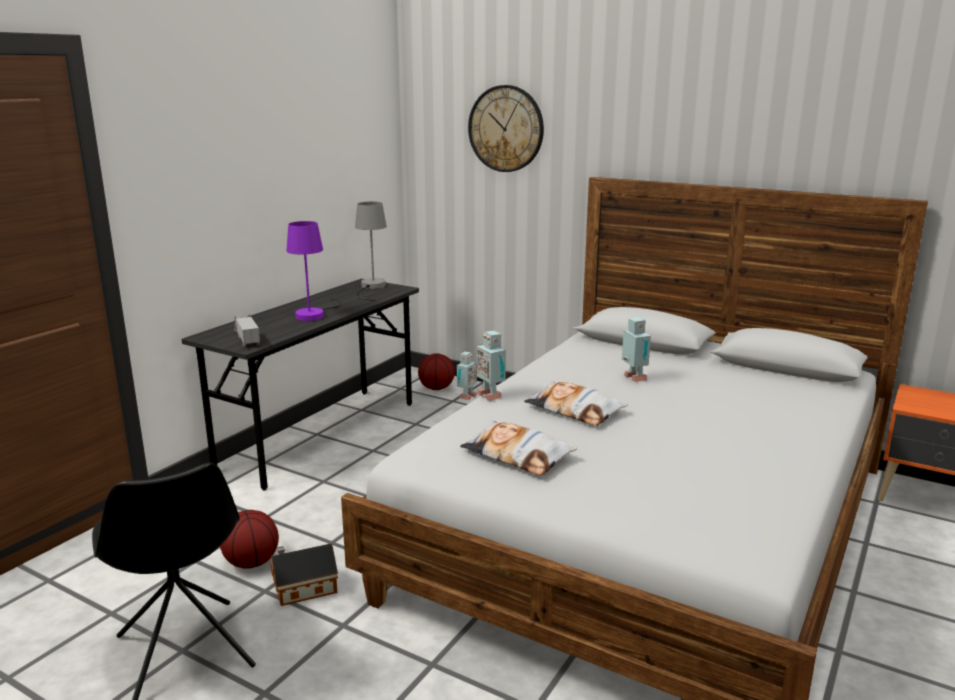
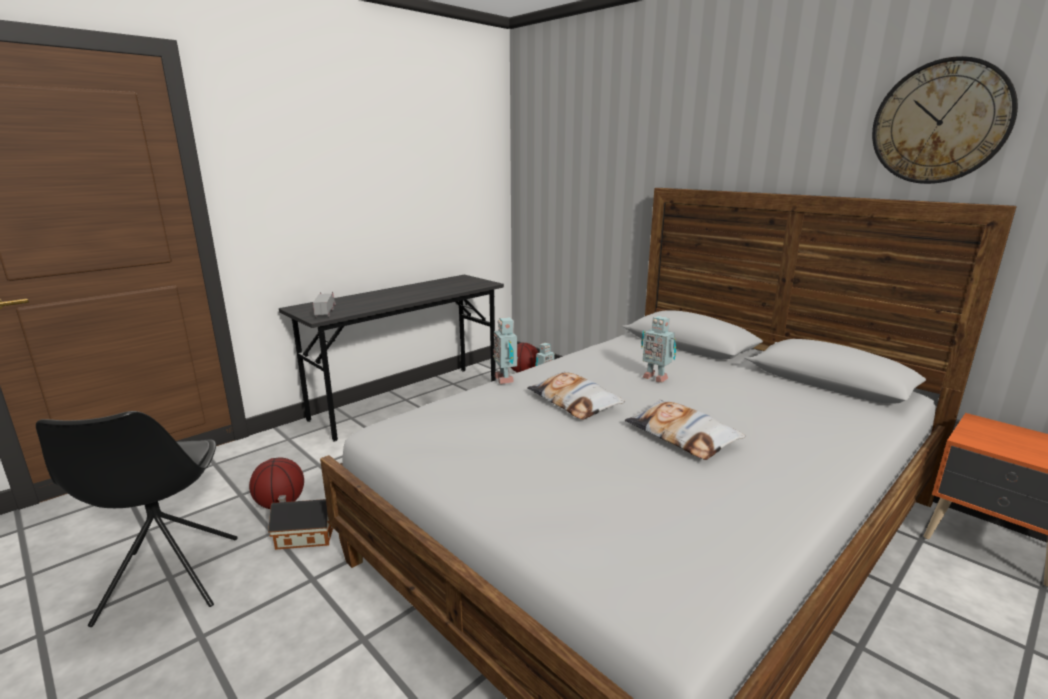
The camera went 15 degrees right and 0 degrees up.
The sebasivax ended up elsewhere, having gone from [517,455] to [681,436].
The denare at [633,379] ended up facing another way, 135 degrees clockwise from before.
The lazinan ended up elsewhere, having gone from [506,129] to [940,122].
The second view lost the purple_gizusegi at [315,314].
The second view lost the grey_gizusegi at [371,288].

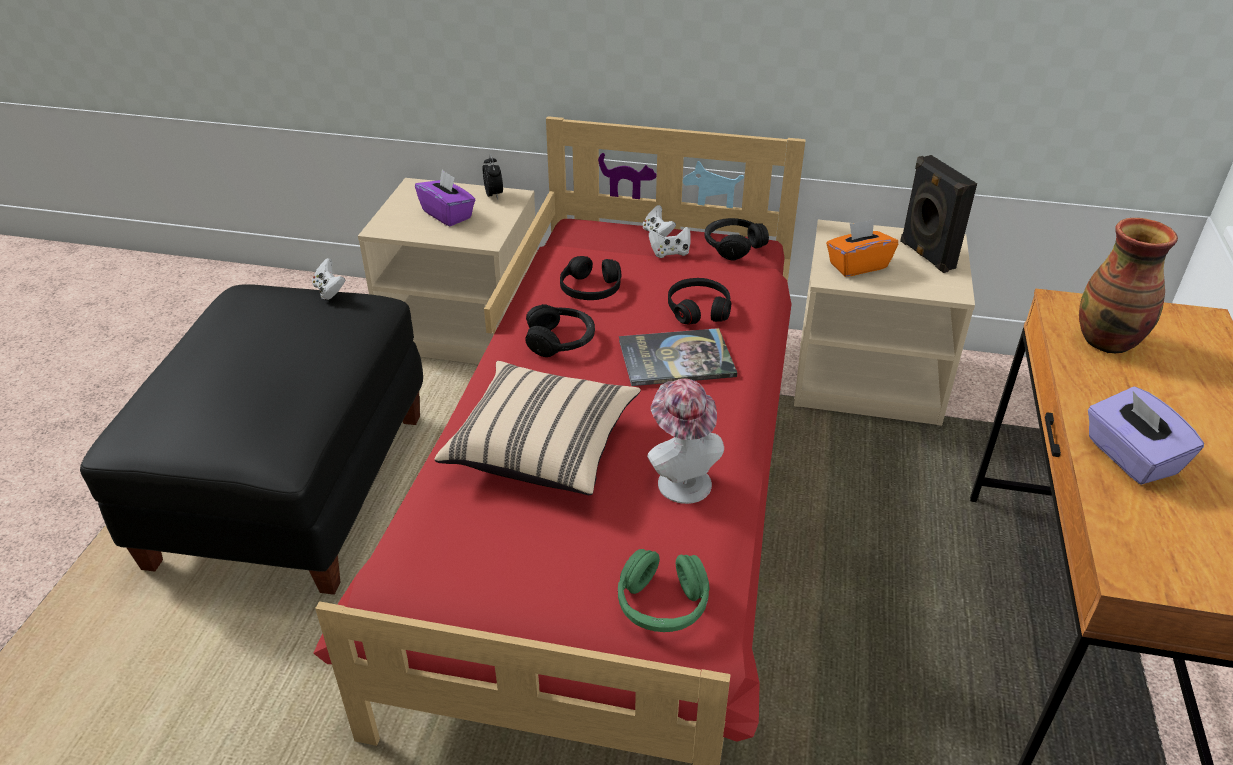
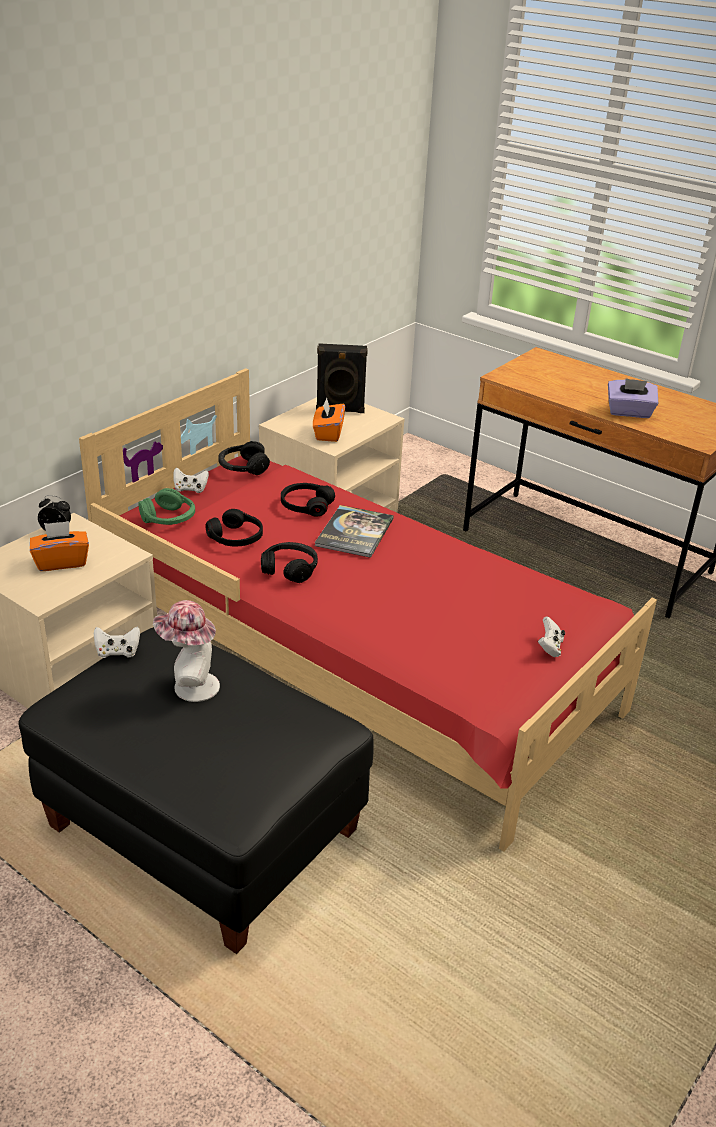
The camera went 65 degrees left and 5 degrees down.
What was the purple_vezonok at [448,214] turned into the orange_vezonok at [61,562].
The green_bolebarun ended up elsewhere, having gone from [662,604] to [169,518].
The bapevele ended up elsewhere, having gone from [680,479] to [190,686].
The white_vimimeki ended up elsewhere, having gone from [670,253] to [549,647].
The second view lost the beige_sebasivax at [543,448].
The second view lost the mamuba at [1108,341].

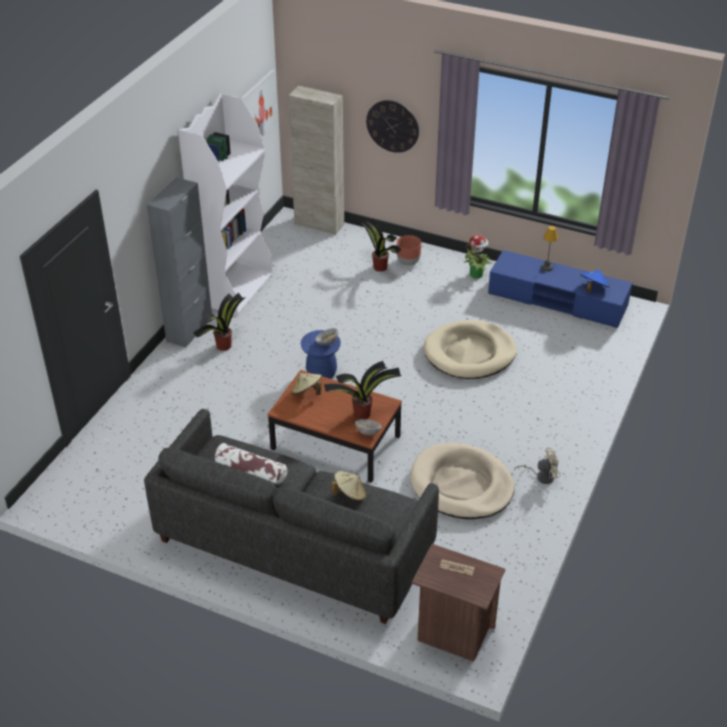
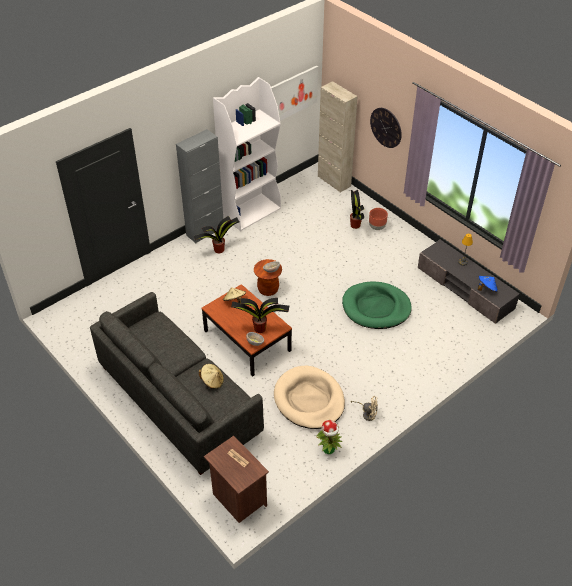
The camera went 25 degrees right and 5 degrees up.
What was the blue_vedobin at [321,374] turned into the brown_vedobin at [268,289].
The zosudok ended up elsewhere, having gone from [476,274] to [329,449].
What was the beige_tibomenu at [469,353] turned into the green_tibomenu at [376,307].
What was the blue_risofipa at [557,300] turned into the grey_risofipa at [465,288].
The second view lost the sebasivax at [251,470].

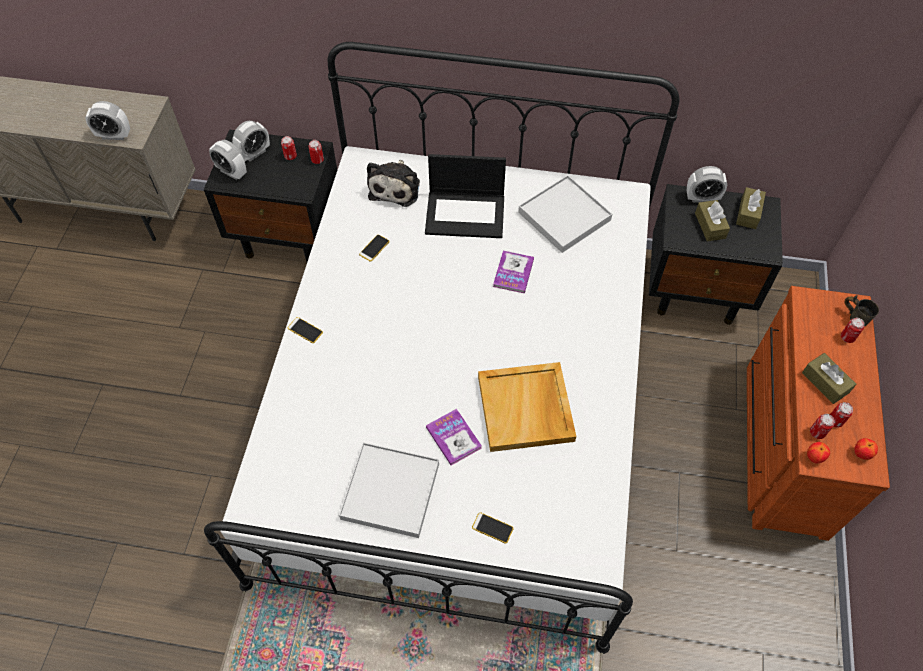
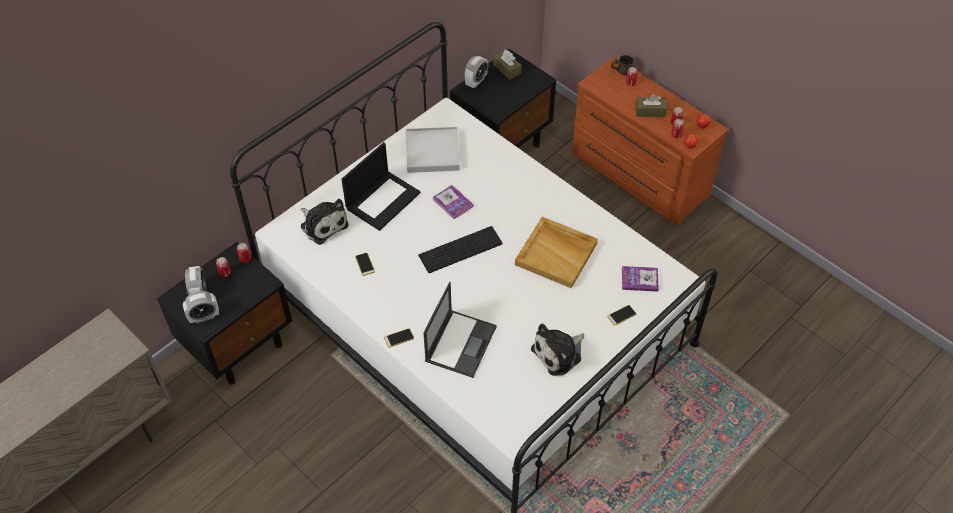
The camera went 55 degrees left and 5 degrees down.
The second view gained the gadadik at [460,248].
The second view gained the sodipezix at [461,343].
Where the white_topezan stood at [390,491], the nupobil came to stand at [559,353].
The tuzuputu ended up elsewhere, having gone from [453,437] to [639,279].
The second view lost the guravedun at [114,135].
The second view lost the brown_vezonok at [710,225].

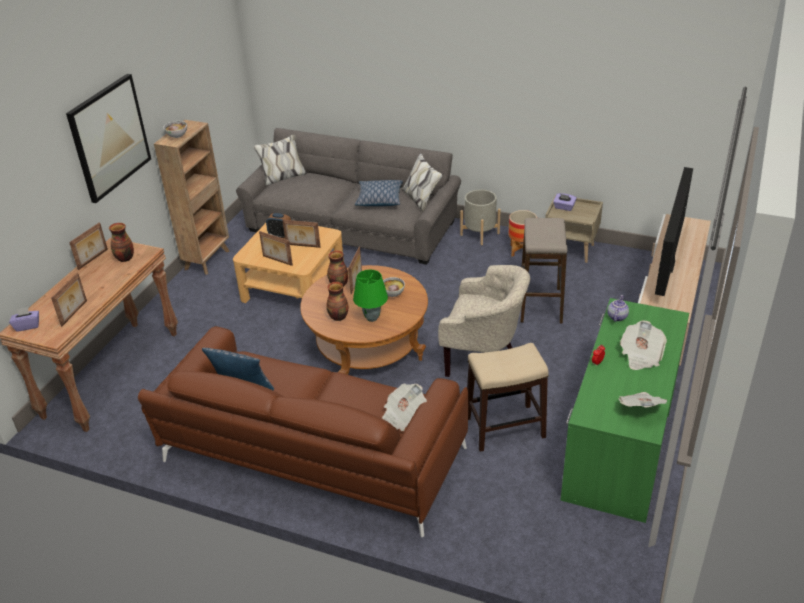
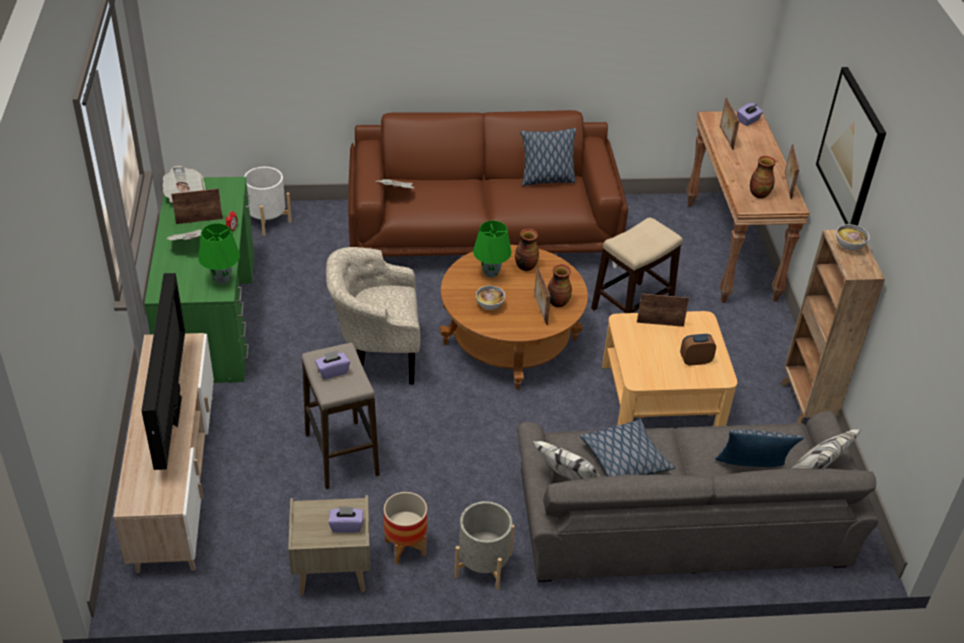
The camera went 150 degrees right and 5 degrees up.
The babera ended up elsewhere, having gone from [302,246] to [199,220].
Where the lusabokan stood at [616,316], the green_gizusegi came to stand at [222,280].
The second view gained the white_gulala at [267,220].
The second view gained the purple_vezonok at [332,371].
The vedobin ended up elsewhere, having gone from [505,427] to [631,308].
The second view gained the sebasivax at [751,470].

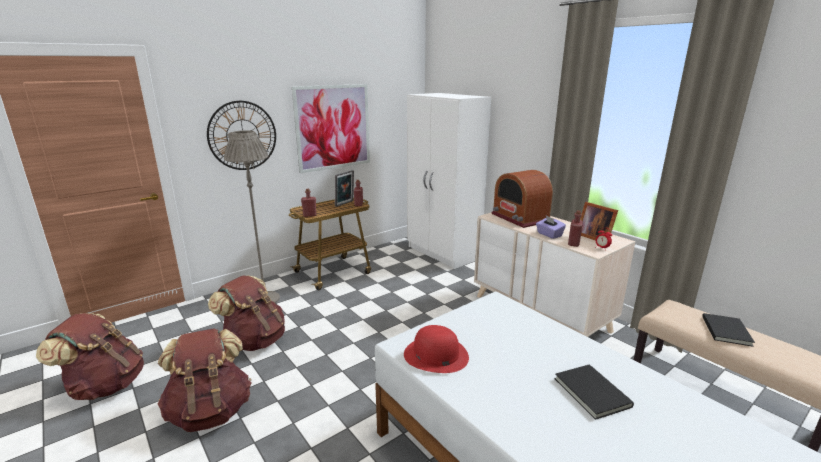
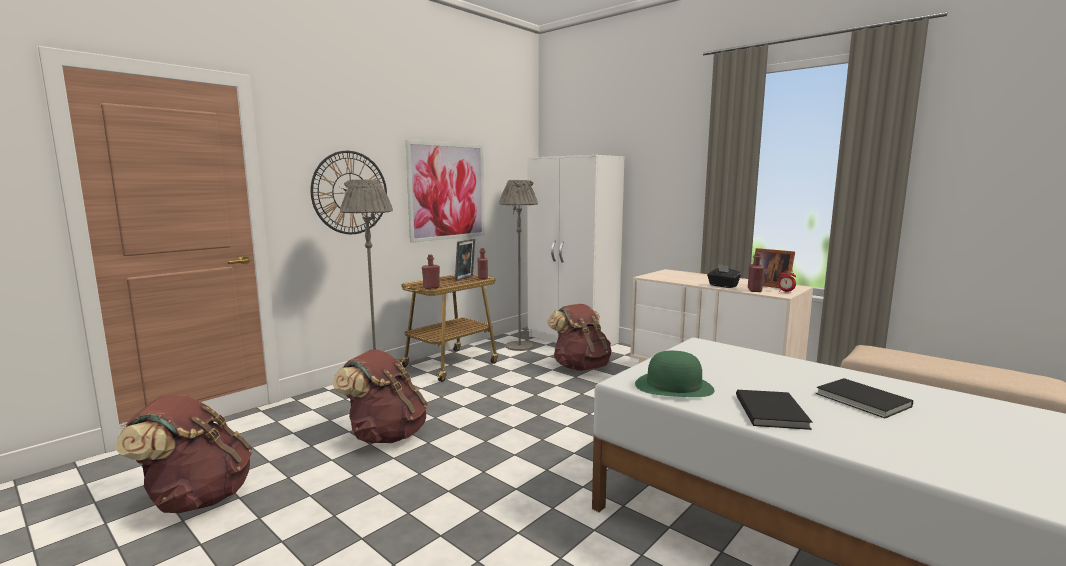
The camera went 10 degrees left and 10 degrees down.
The second view gained the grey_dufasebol at [519,346].
The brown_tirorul ended up elsewhere, having gone from [211,411] to [580,367].
What was the red_bapevele at [435,355] turned into the green_bapevele at [673,386].
What was the purple_vezonok at [549,235] turned into the black_vezonok at [723,286].
The black_tuzuputu ended up elsewhere, having gone from [727,330] to [773,411].
The second view lost the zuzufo at [520,218].

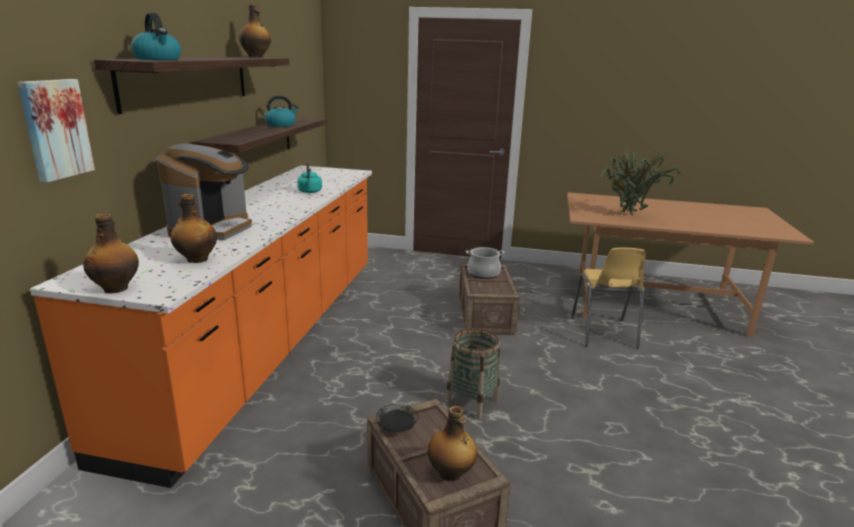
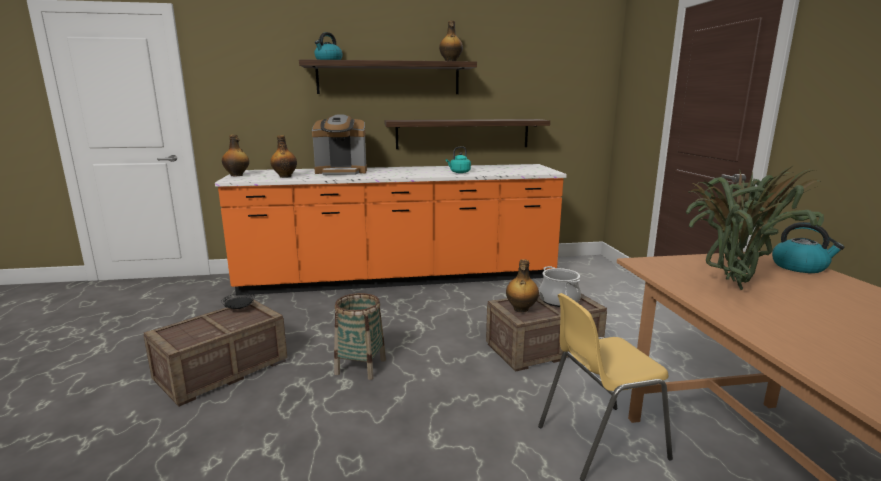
The camera went 70 degrees right and 5 degrees down.
The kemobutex ended up elsewhere, having gone from [450,474] to [521,309].
The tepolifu ended up elsewhere, having gone from [281,125] to [800,267].
The second view lost the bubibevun at [55,129].

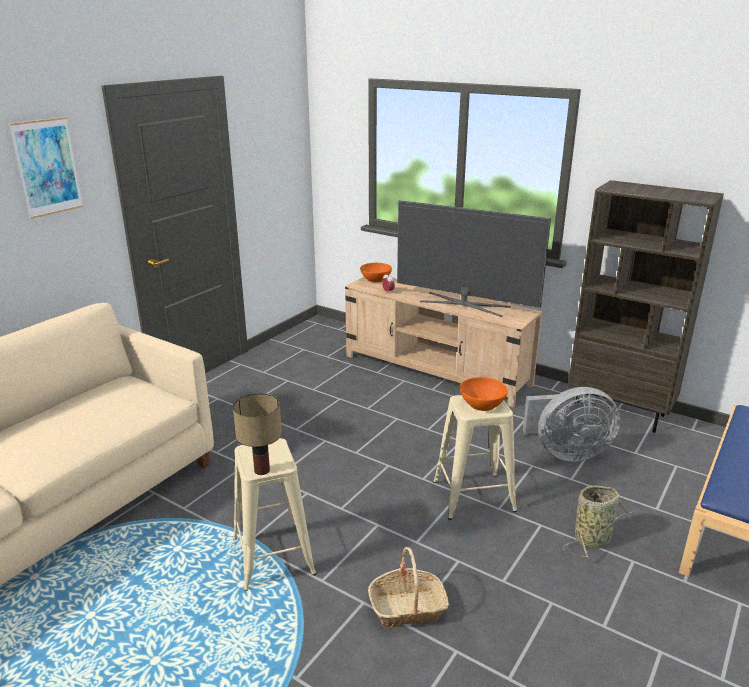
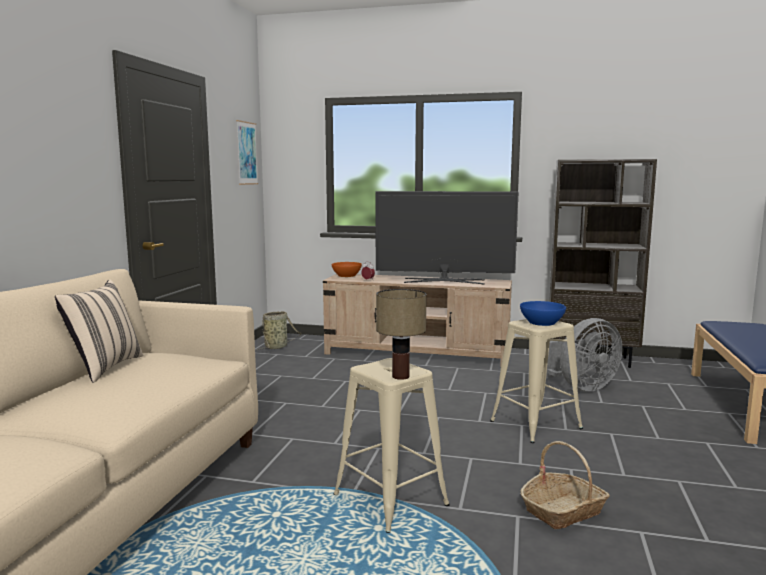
The camera went 20 degrees left and 15 degrees down.
The second view gained the beige_sebasivax at [104,368].
The bubibevun ended up elsewhere, having gone from [47,167] to [246,153].
The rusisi ended up elsewhere, having gone from [594,539] to [277,347].
What was the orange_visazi at [482,404] turned into the blue_visazi at [541,322].

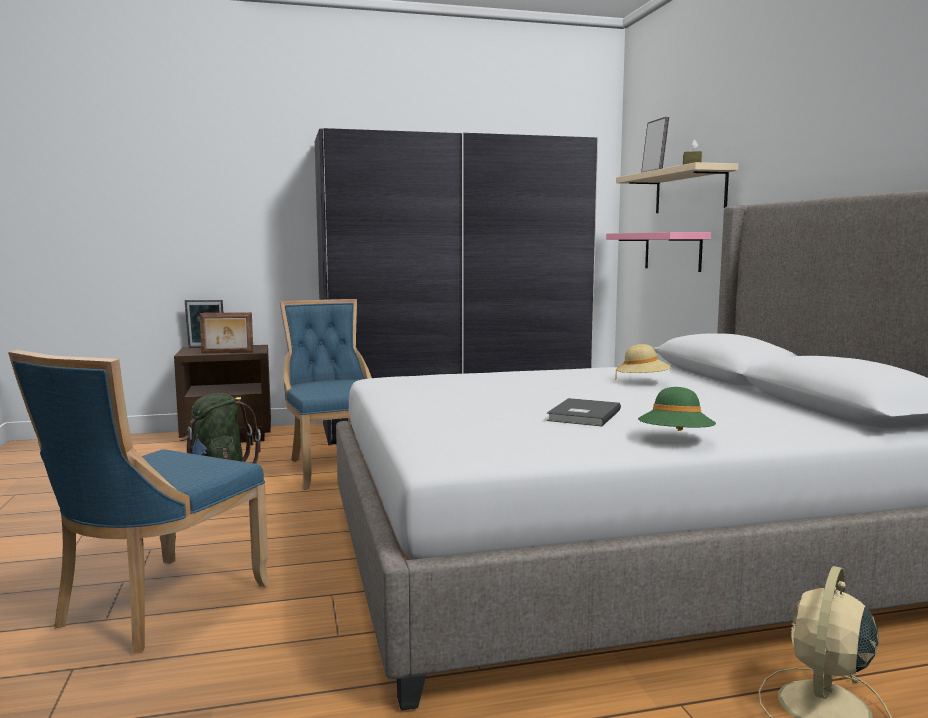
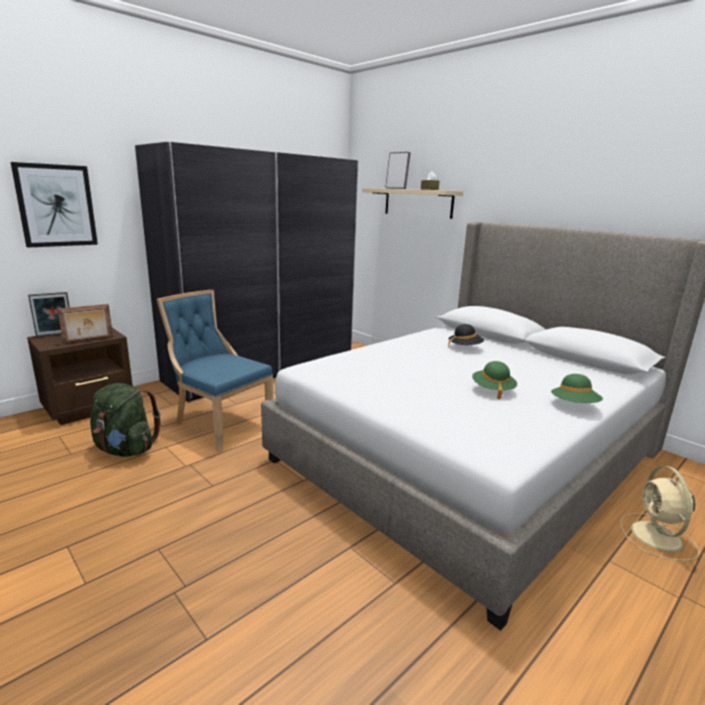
The camera went 30 degrees left and 10 degrees up.
The second view gained the bubibevun at [56,206].
What was the beige_bapevele at [642,381] turned into the black_bapevele at [465,347].
Where the grey_tuzuputu stood at [582,415], the green_bapevele came to stand at [492,390].
The second view lost the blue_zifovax at [155,607].
The second view lost the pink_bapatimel at [672,251].

